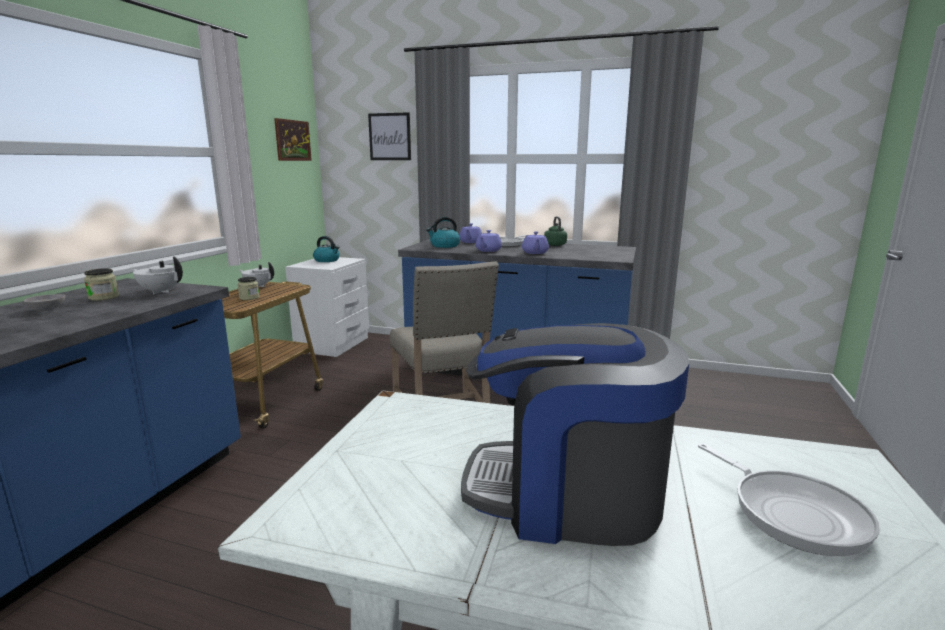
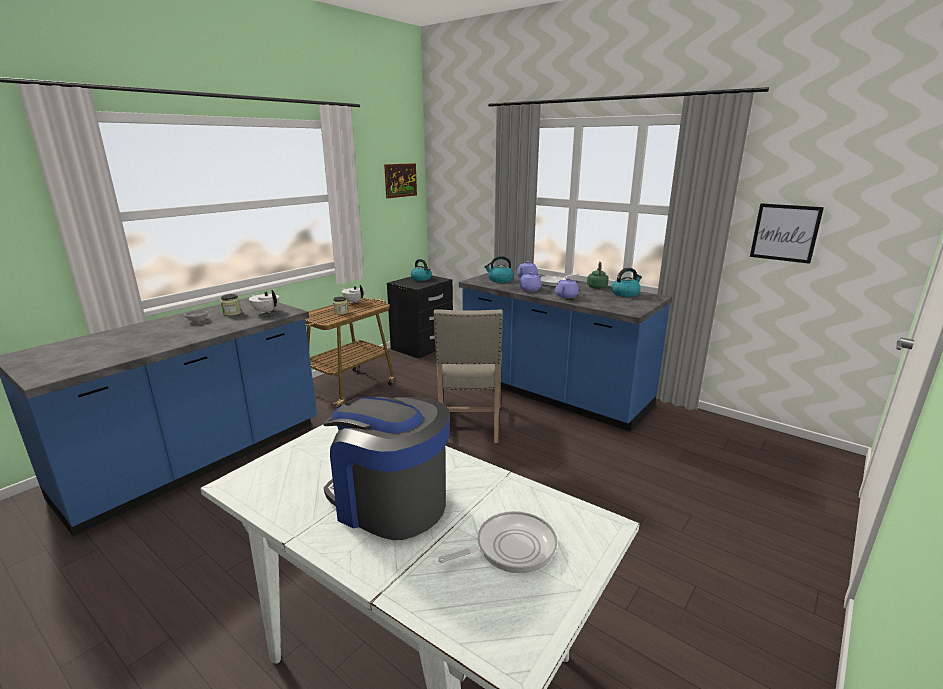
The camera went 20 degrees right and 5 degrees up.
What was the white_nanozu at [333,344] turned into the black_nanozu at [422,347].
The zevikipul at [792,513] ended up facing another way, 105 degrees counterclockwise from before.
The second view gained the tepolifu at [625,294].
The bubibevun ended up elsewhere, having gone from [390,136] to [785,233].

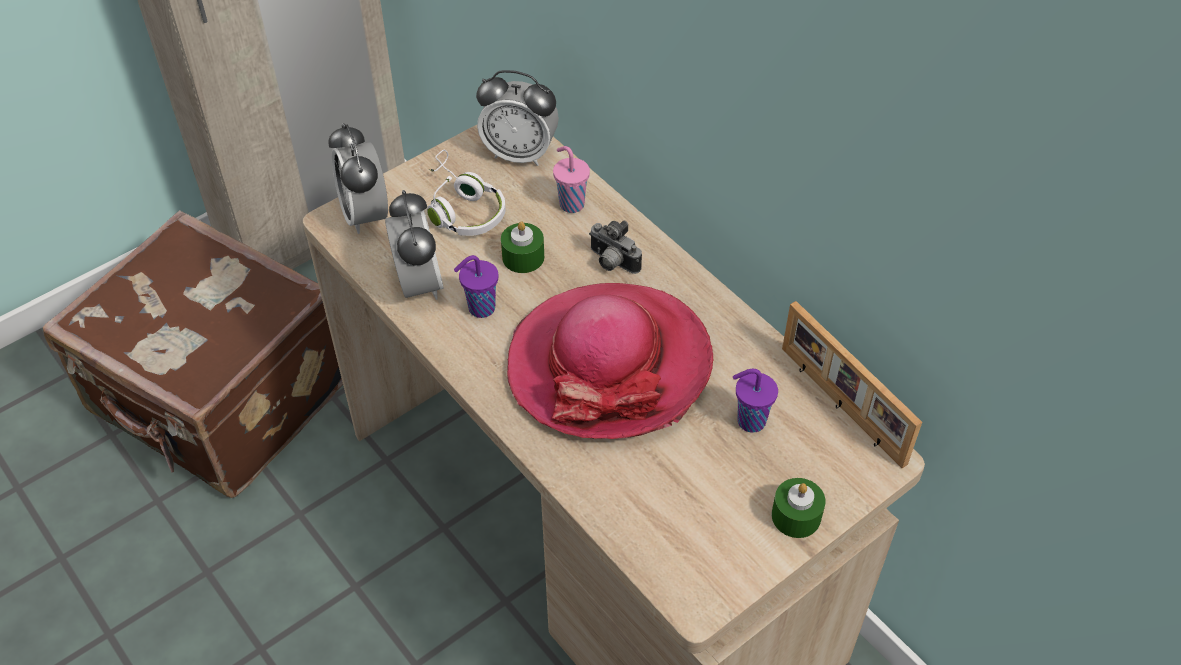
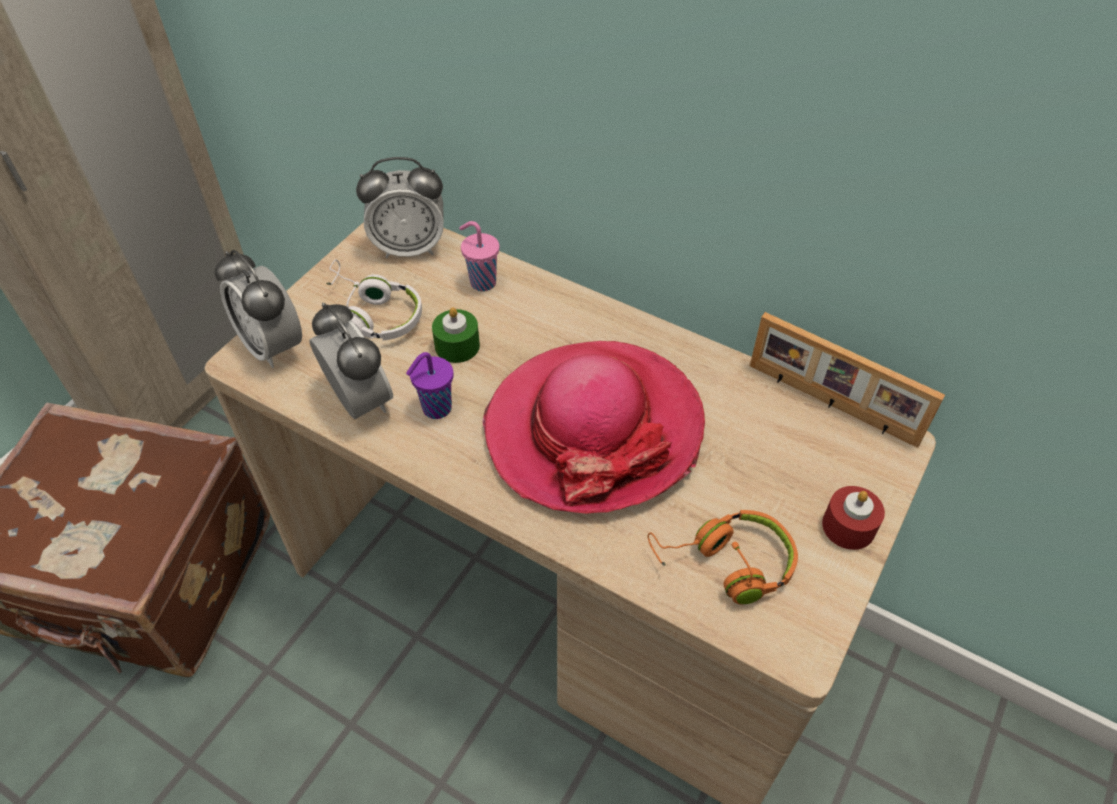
The camera went 20 degrees left and 0 degrees up.
The second view gained the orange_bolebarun at [726,564].
What was the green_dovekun at [796,516] turned into the red_dovekun at [848,526].
The second view lost the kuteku at [611,263].
The second view lost the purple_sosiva at [749,421].

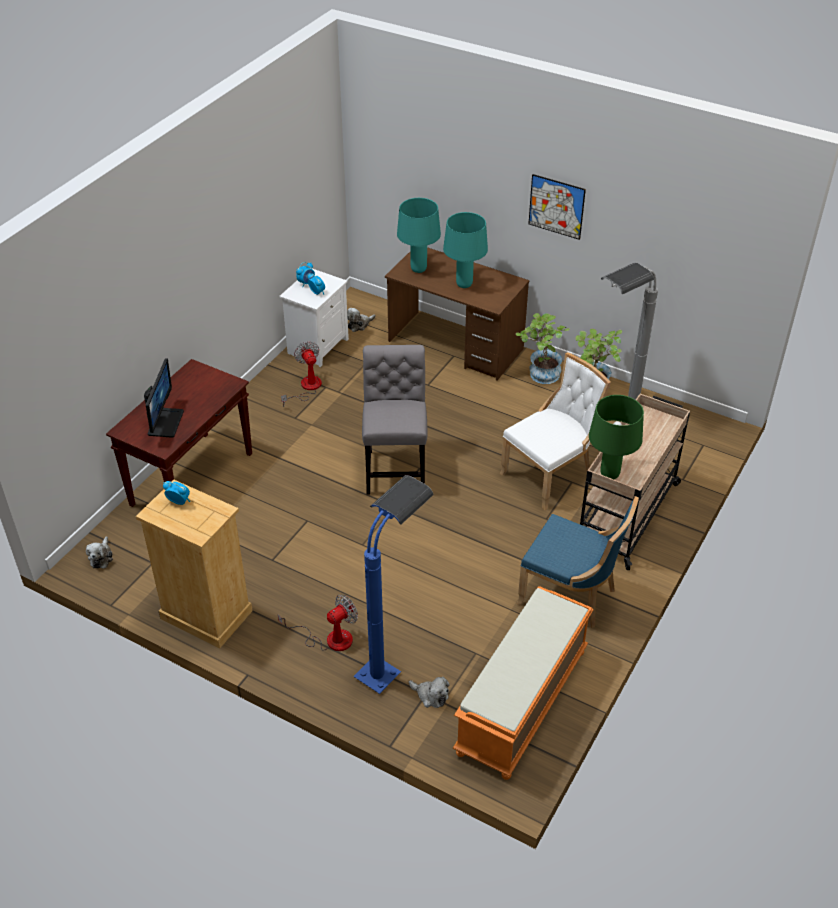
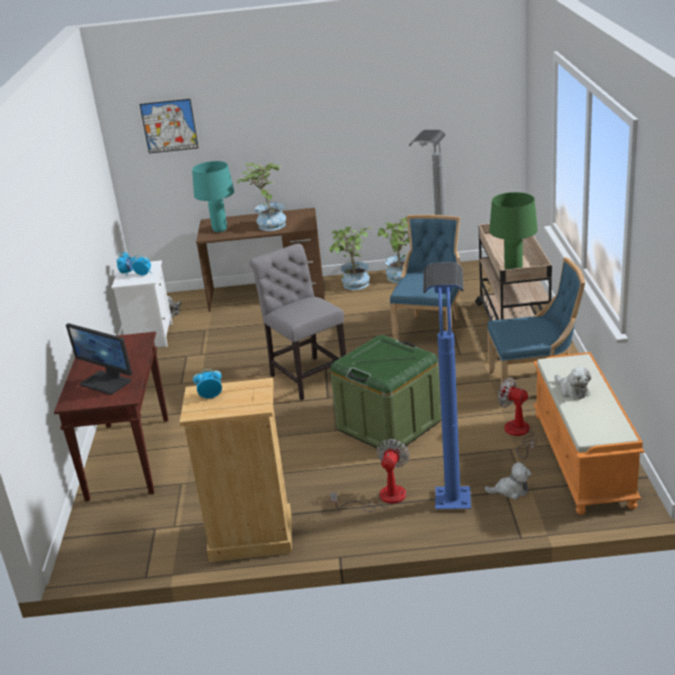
The camera went 30 degrees left and 15 degrees down.
The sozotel at [164,422] ended up facing another way, 150 degrees clockwise from before.
The bubibevun ended up elsewhere, having gone from [556,206] to [169,126].
Where the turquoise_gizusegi stood at [464,284], the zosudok came to stand at [267,225].
The second view gained the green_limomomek at [388,425].
What was the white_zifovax at [550,474] turned into the blue_zifovax at [430,330].
The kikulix ended up elsewhere, having gone from [306,388] to [519,434].
The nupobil ended up elsewhere, having gone from [101,557] to [572,391].

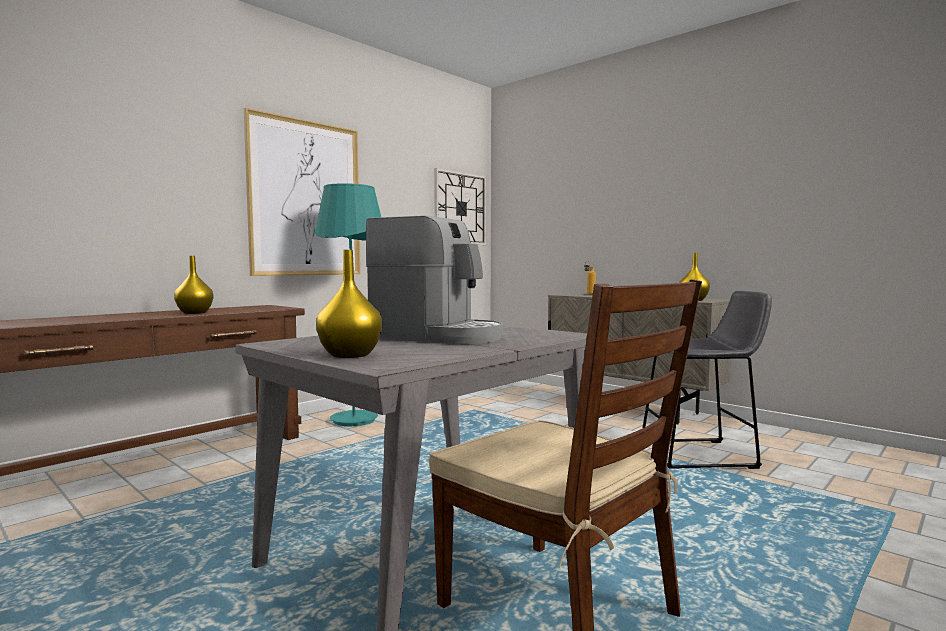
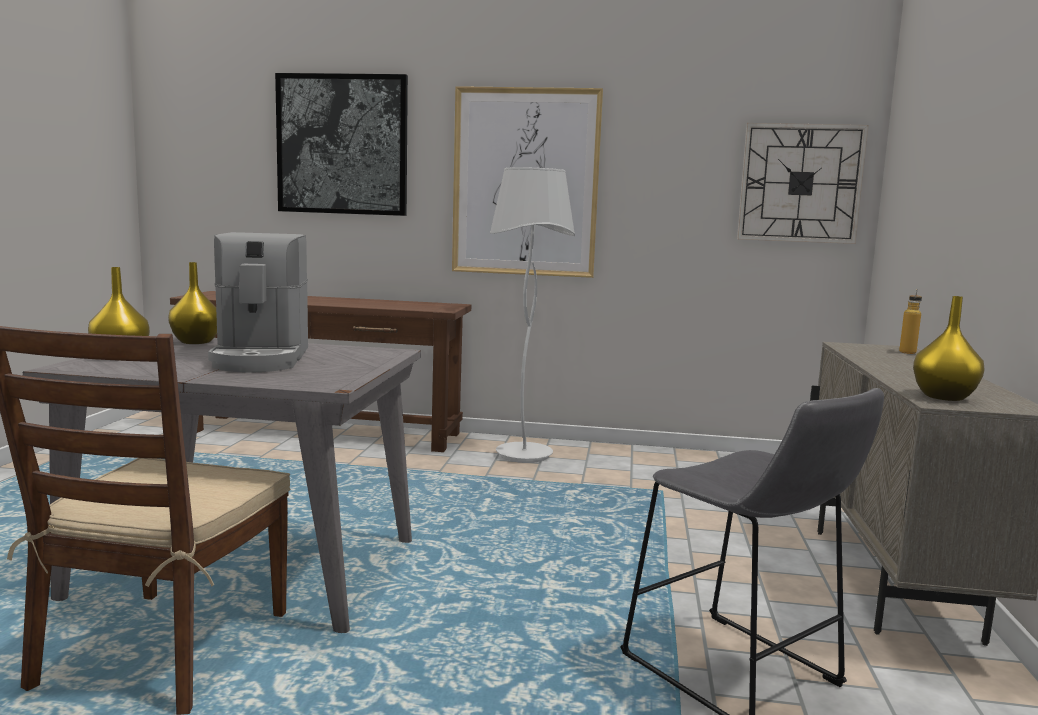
The camera went 55 degrees right and 5 degrees up.
The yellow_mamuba ended up elsewhere, having gone from [195,313] to [196,342].
The second view gained the bubibevun at [342,145].
What was the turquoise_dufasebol at [353,420] turned into the white_dufasebol at [524,455].

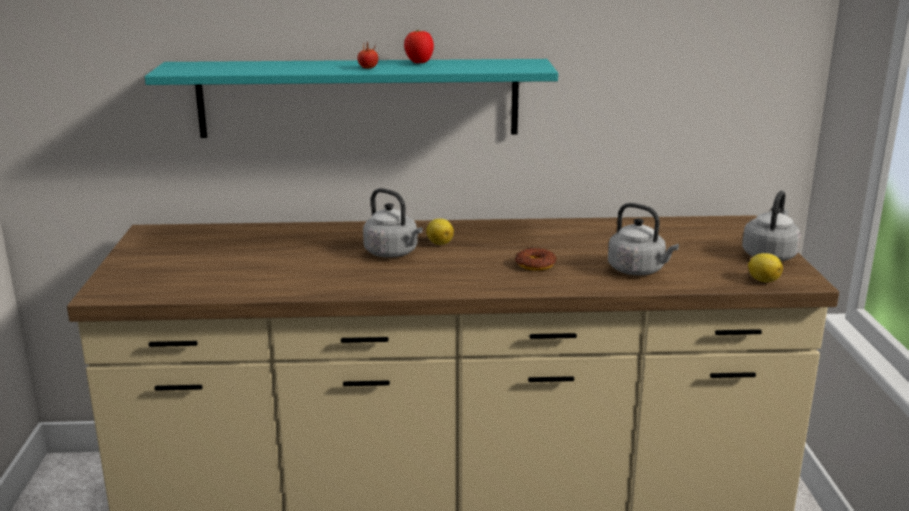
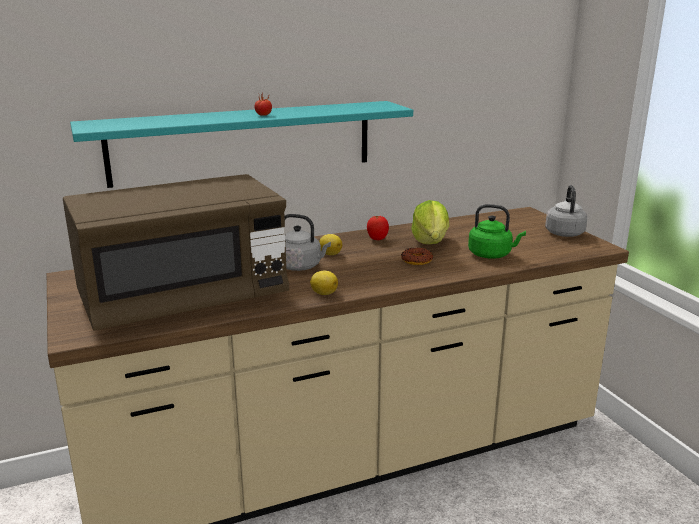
The camera went 20 degrees left and 0 degrees up.
The second view gained the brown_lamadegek at [184,300].
The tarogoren ended up elsewhere, having gone from [762,280] to [323,293].
The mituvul ended up elsewhere, having gone from [419,63] to [377,239].
The second view gained the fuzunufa at [430,241].
What was the grey_tepolifu at [638,270] turned into the green_tepolifu at [492,255].

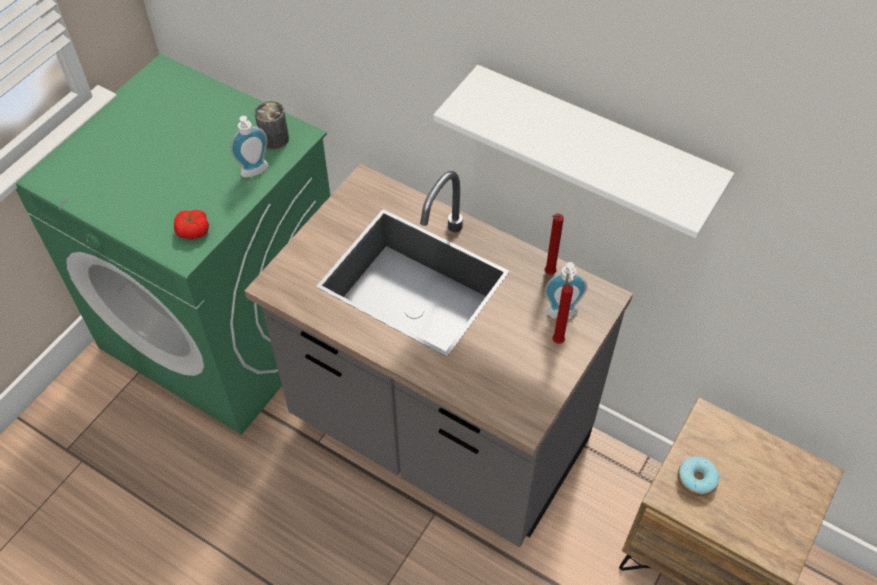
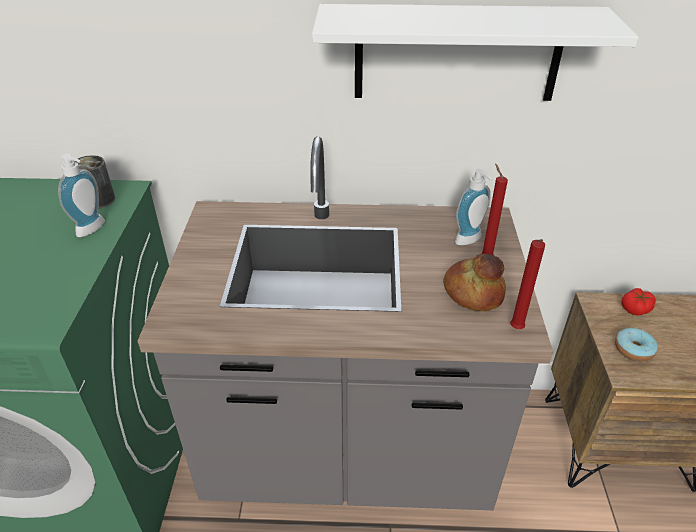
The camera went 30 degrees left and 15 degrees down.
The second view gained the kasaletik at [473,292].
The red_dovekun ended up elsewhere, having gone from [548,273] to [516,330].
The mituvul ended up elsewhere, having gone from [193,231] to [635,308].

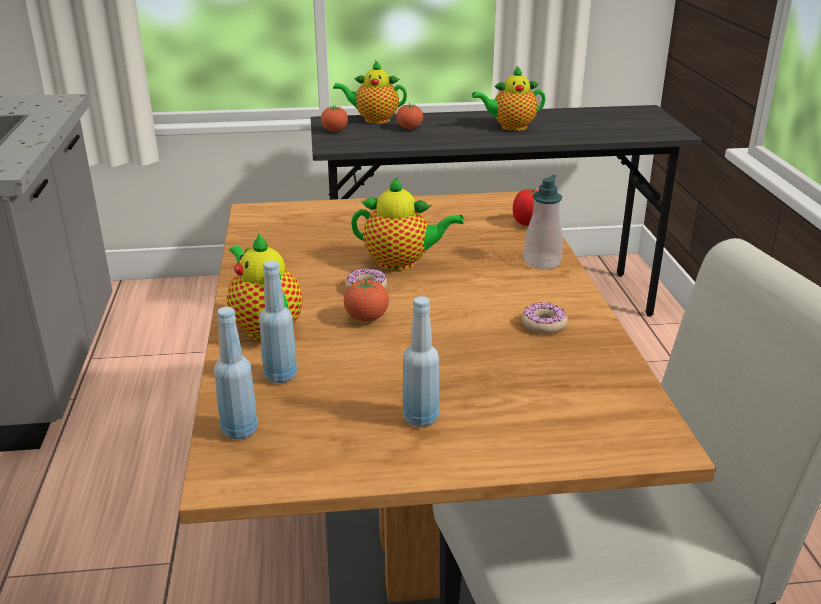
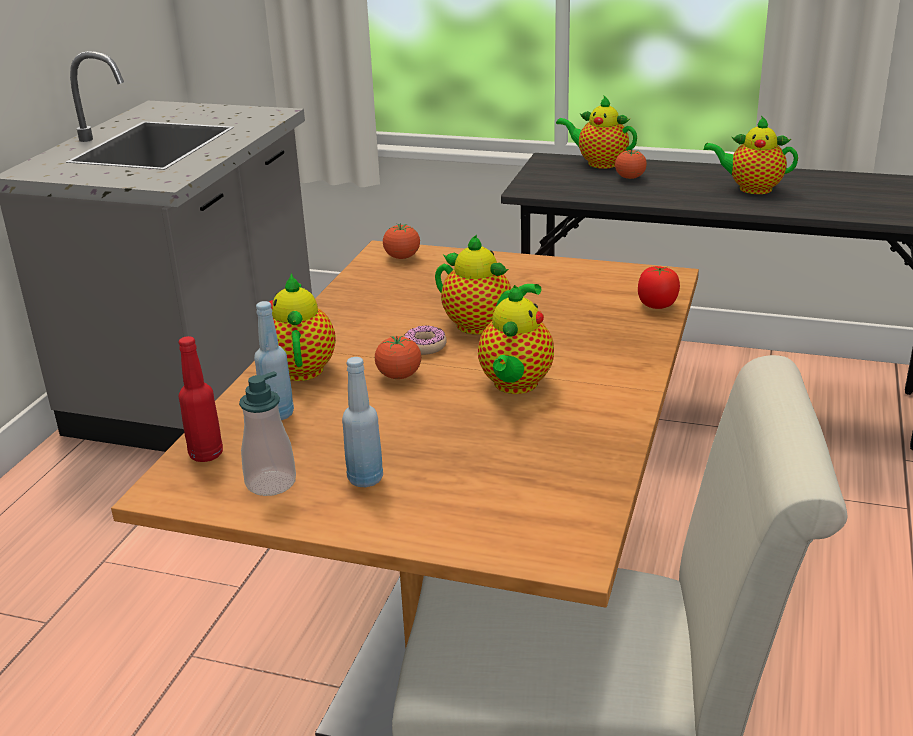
The camera went 25 degrees right and 0 degrees up.
What was the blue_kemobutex at [239,430] turned into the red_kemobutex at [206,454].
The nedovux ended up elsewhere, having gone from [542,262] to [271,483].
The mituvul ended up elsewhere, having gone from [334,131] to [402,257].
The second view gained the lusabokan at [514,385].
The second view lost the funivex at [543,324].

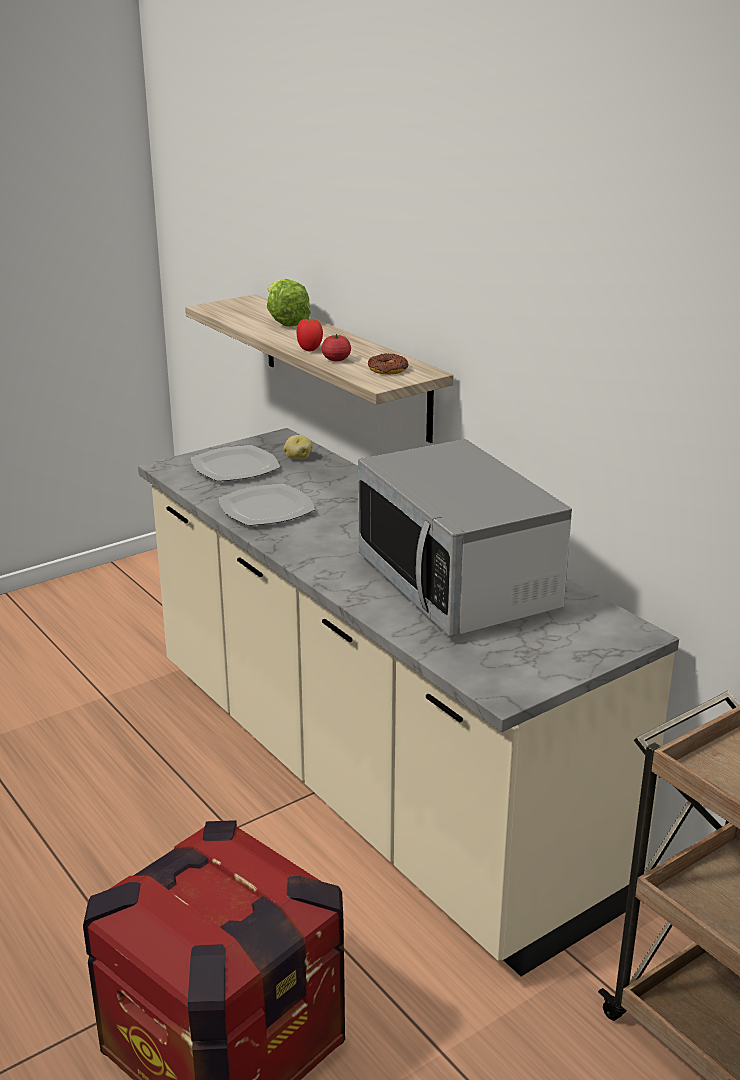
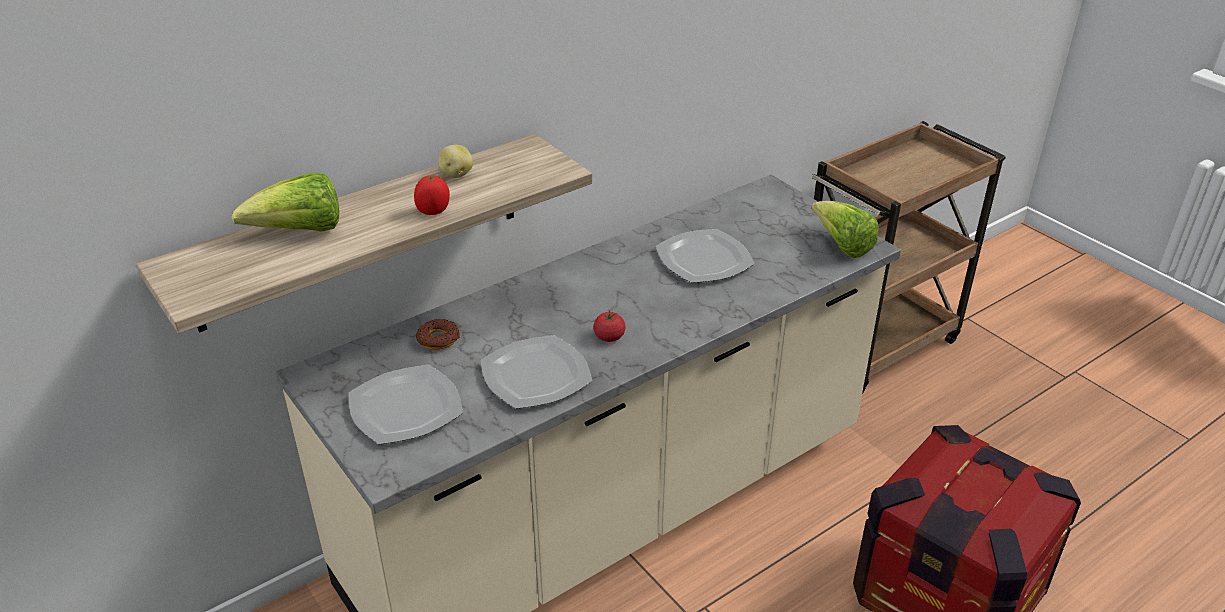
The camera went 90 degrees left and 10 degrees up.
The funivex ended up elsewhere, having gone from [388,369] to [438,339].
The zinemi ended up elsewhere, having gone from [298,458] to [456,174].
The mituvul ended up elsewhere, having gone from [336,360] to [609,337].
Where the lamadegek stood at [458,585], the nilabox came to stand at [704,259].
The second view gained the fuzunufa at [842,246].

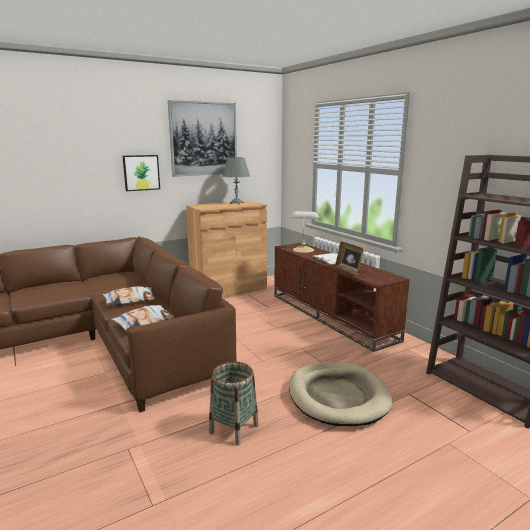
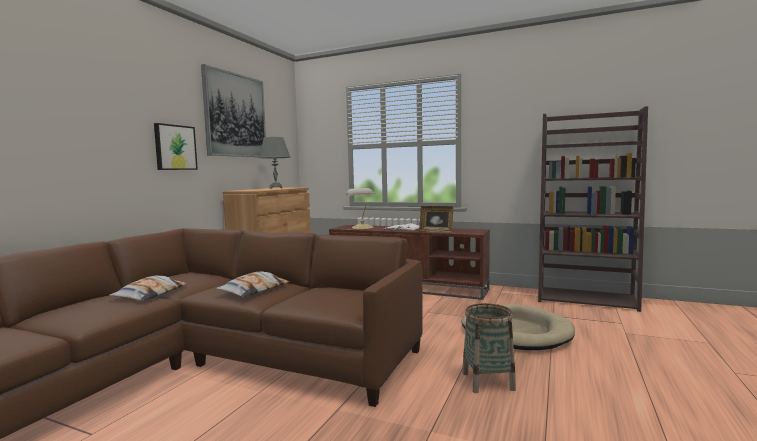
The camera went 35 degrees left and 10 degrees down.
The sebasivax ended up elsewhere, having gone from [144,322] to [151,294].

